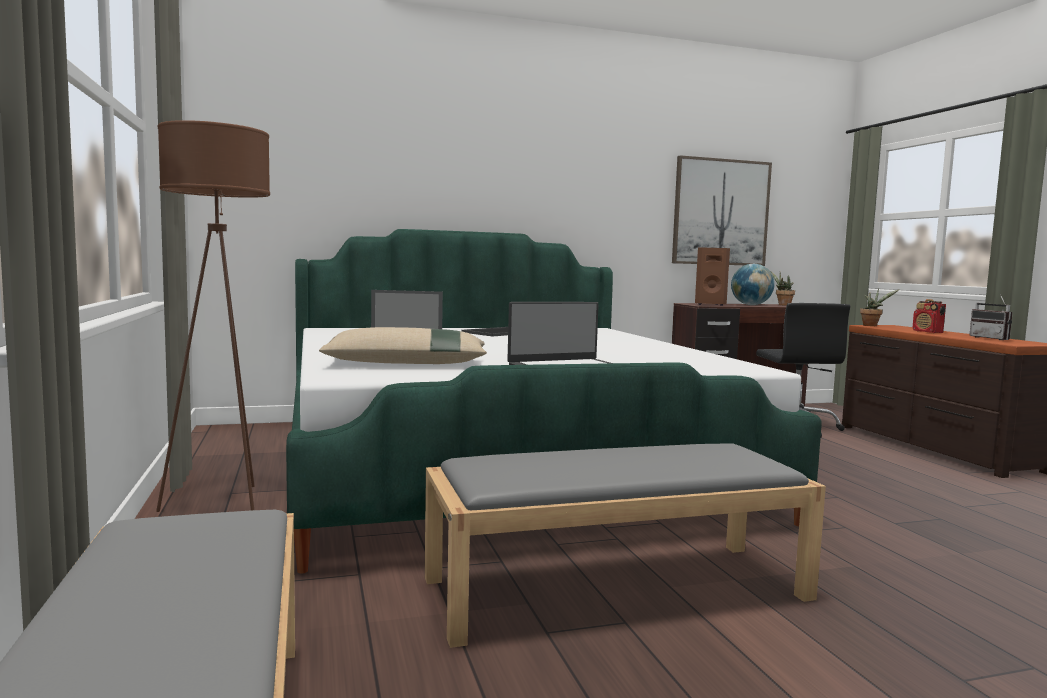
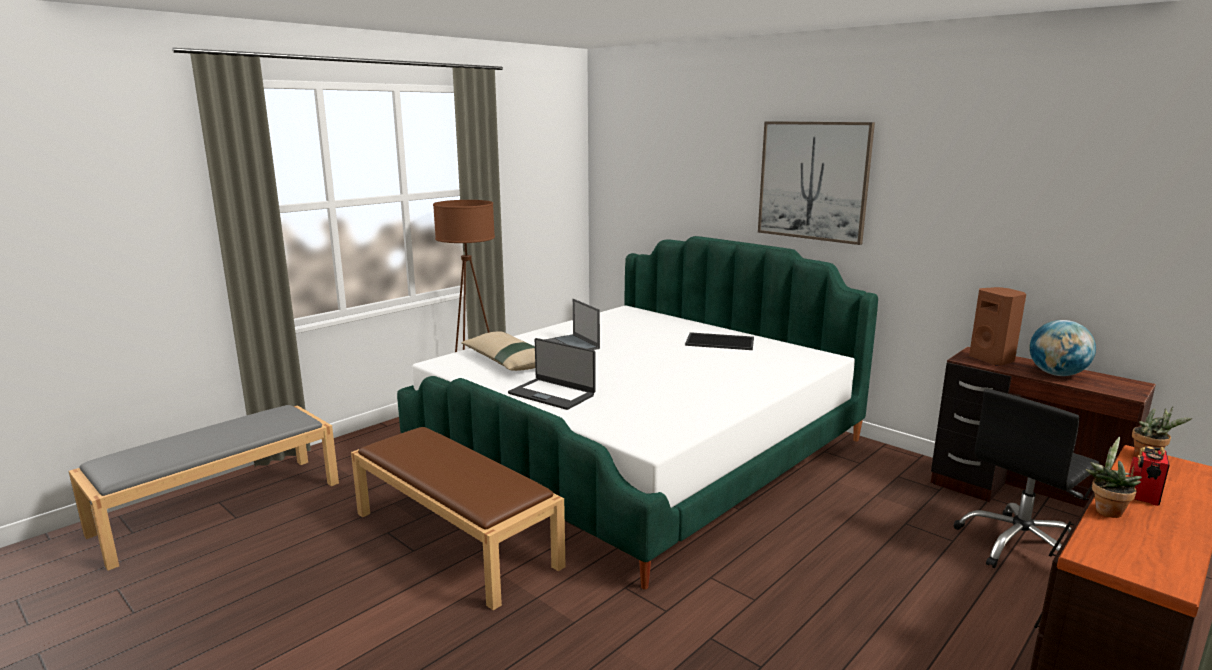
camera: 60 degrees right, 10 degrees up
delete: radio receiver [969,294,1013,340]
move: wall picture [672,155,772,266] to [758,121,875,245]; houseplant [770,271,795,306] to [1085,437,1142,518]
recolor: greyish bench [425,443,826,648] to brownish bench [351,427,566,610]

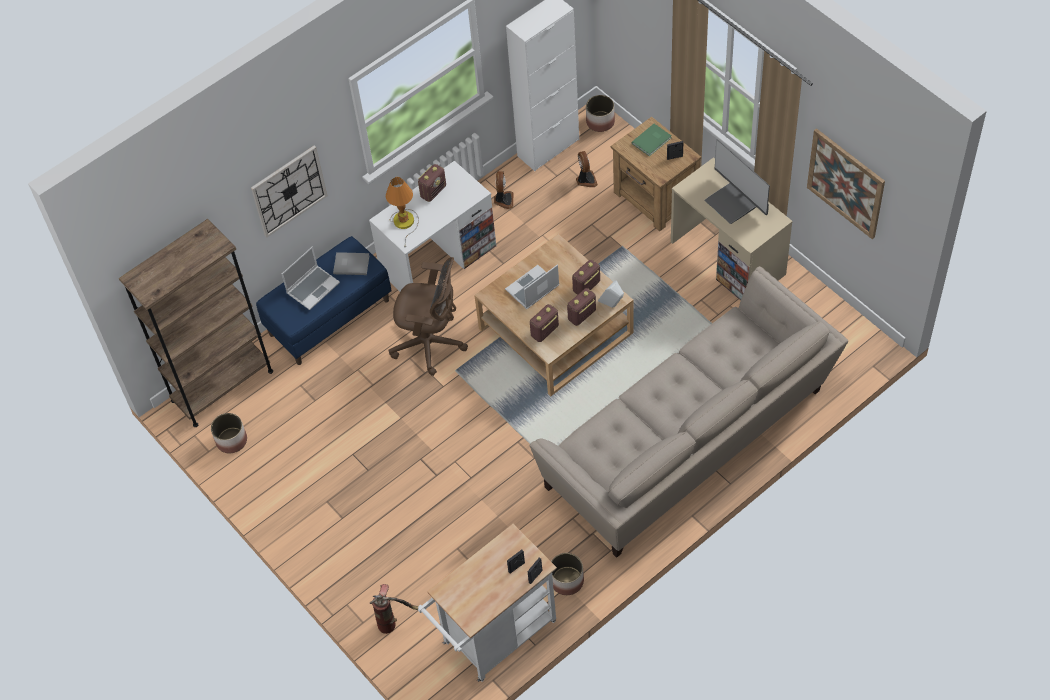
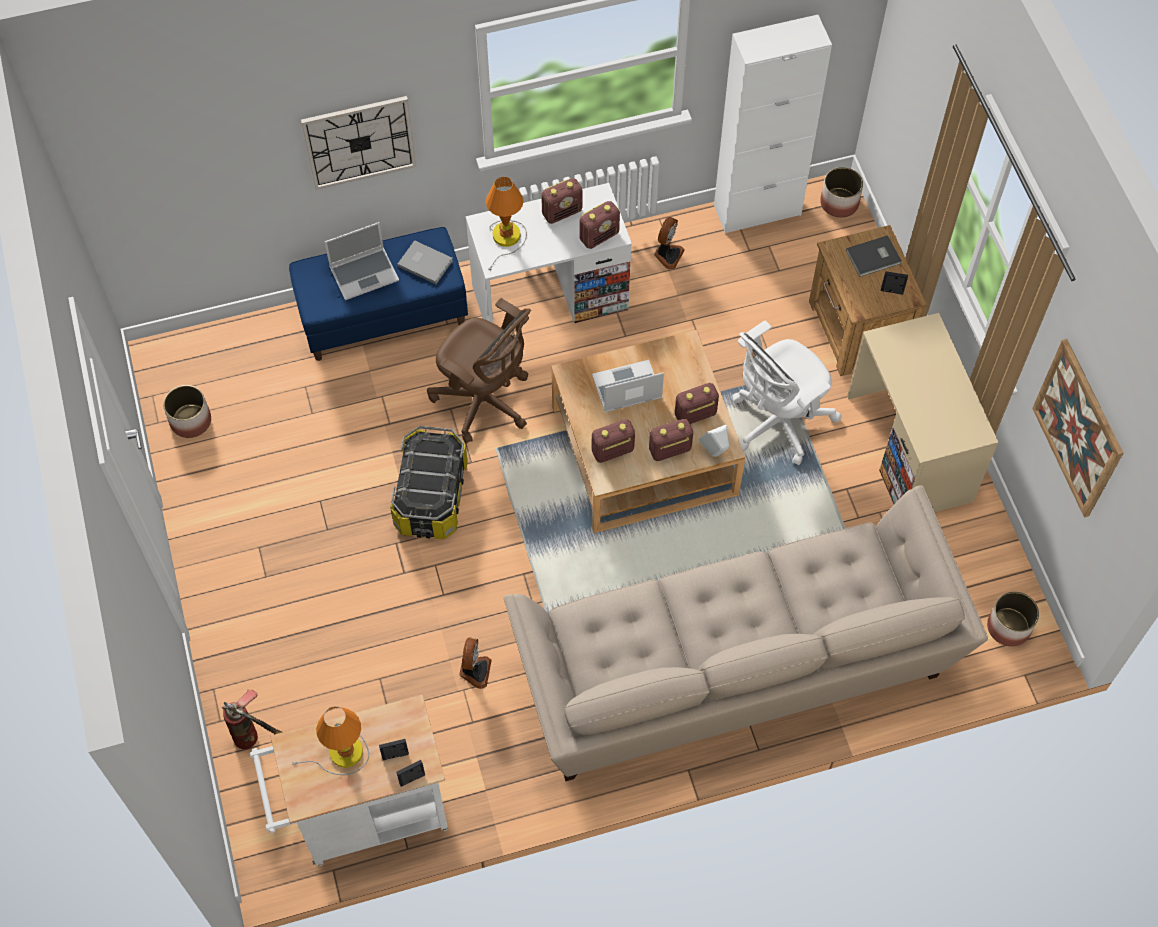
camera: 20 degrees right, 5 degrees up
delete: brownish bookcase [119,219,273,427]; computer screen [705,139,770,224]
insert: lamp for a table [292,706,369,775]; storage box [390,426,468,540]; radio receiver [580,201,620,249]; white-coloured computer chair [732,321,842,466]
move: plant pot [551,553,584,595] to [987,592,1039,646]; electric fan [576,151,598,187] to [459,637,492,689]
recolor: greenish volume [632,124,671,156] to greyish volume [846,235,902,277]

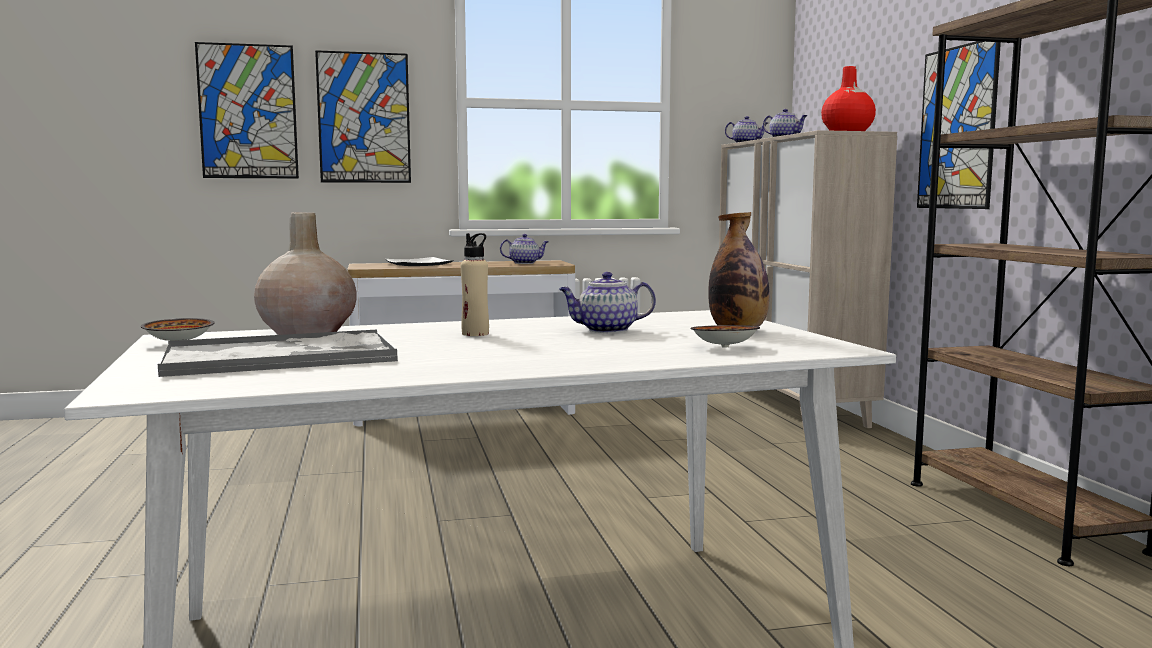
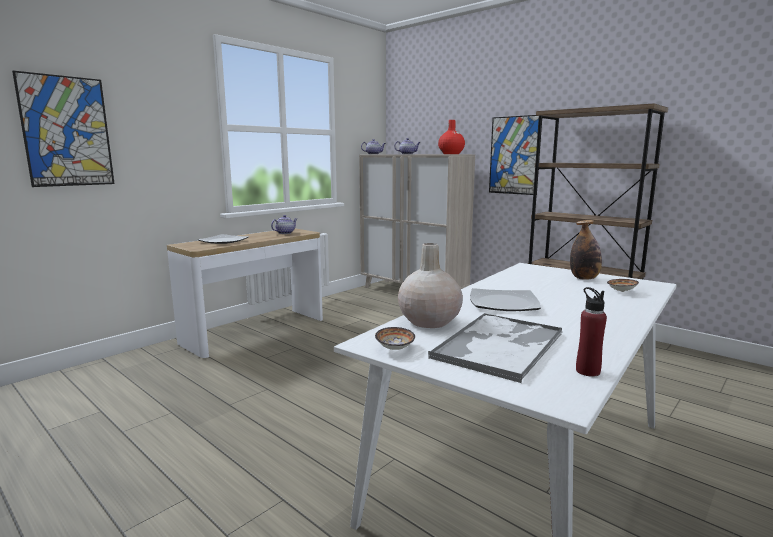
camera: 35 degrees left, 5 degrees up
delete: wall picture [315,50,411,183]; pot for tea [559,272,656,333]
insert: reddish drink bottle [576,287,607,377]
replace: beige drink bottle [461,233,489,336] to dinner plate [470,288,541,311]

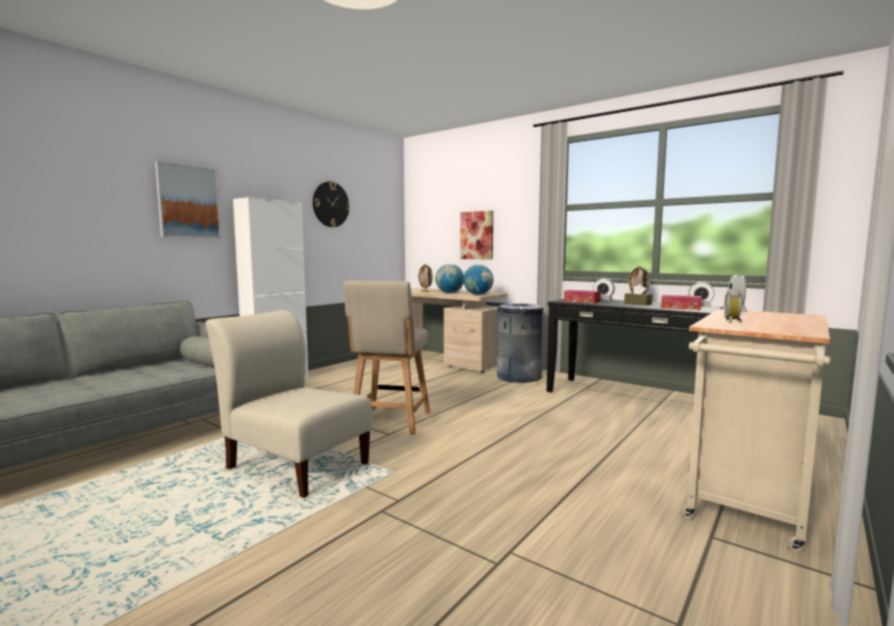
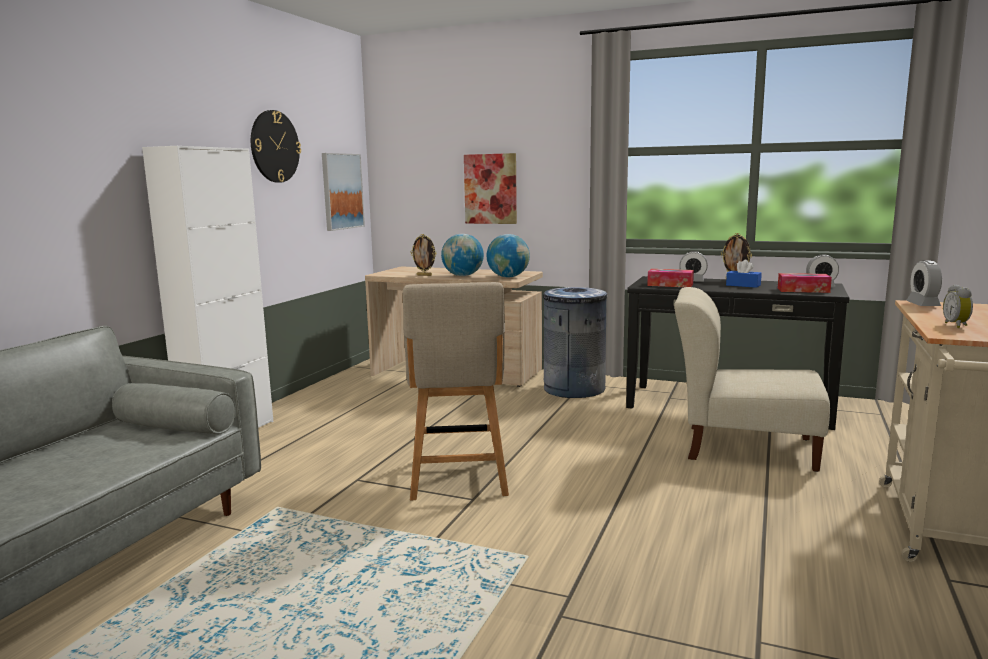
camera: 15 degrees left, 5 degrees up
move: wall picture [155,161,221,238] to [322,153,365,231]; beige upright chair [205,310,372,498] to [674,287,830,472]
recolor: brownish tissue holder [624,284,652,305] to bluish tissue holder [726,260,762,288]

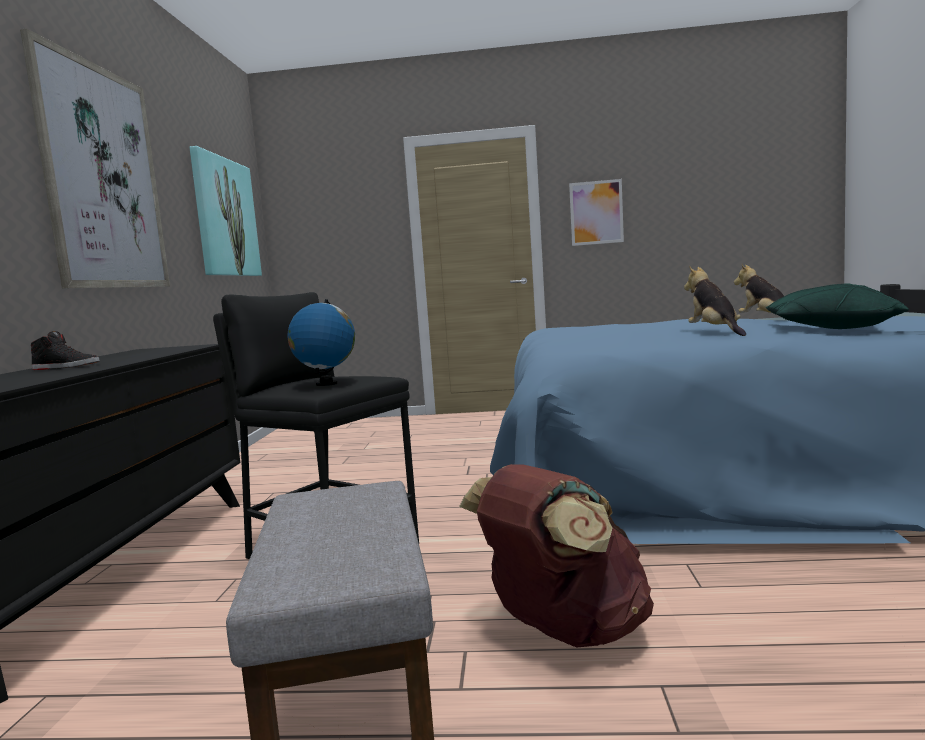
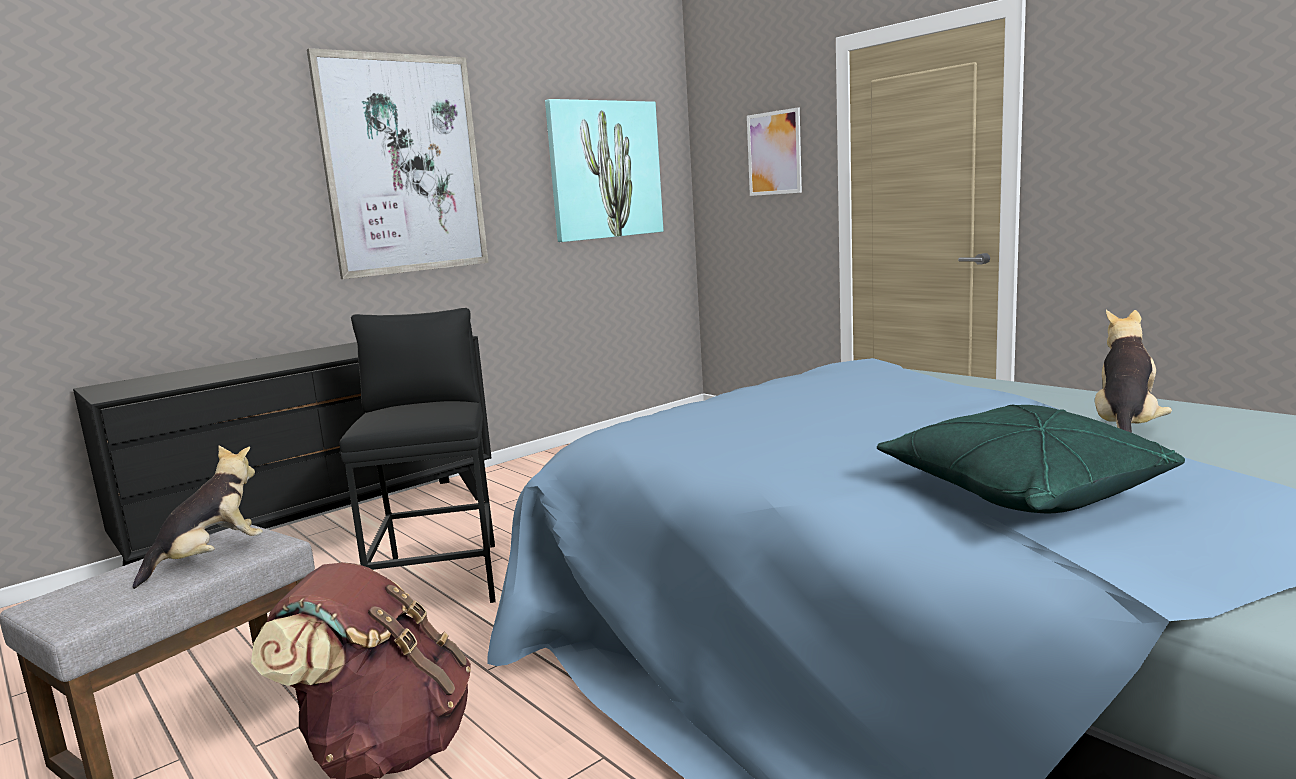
camera: 45 degrees right, 5 degrees up
delete: black-coloured low shoe [31,331,100,370]; world globe [287,299,355,386]
move: wall picture [569,179,624,246] to [747,107,802,196]; cuddly toy [684,265,746,336] to [132,446,263,589]

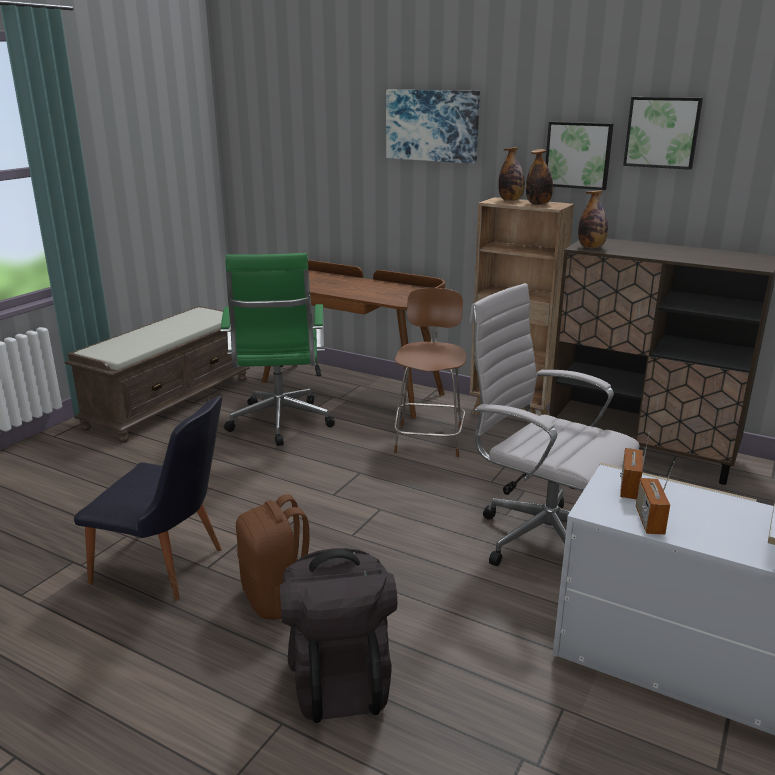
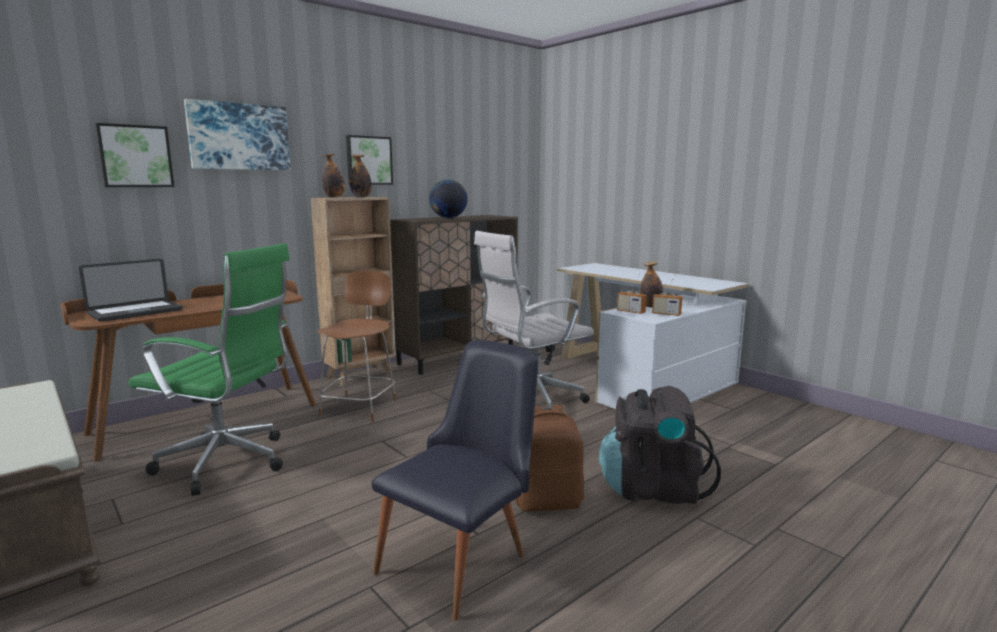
camera: 70 degrees left, 10 degrees down
insert: notebook computer [79,259,183,322]; world globe [429,179,467,218]
move: drink bottle [578,190,608,248] to [640,262,664,308]; wall picture [623,97,703,170] to [95,123,174,187]
rotate: brownish upright chair [394,288,466,457] = [318,271,396,421] 75 degrees clockwise

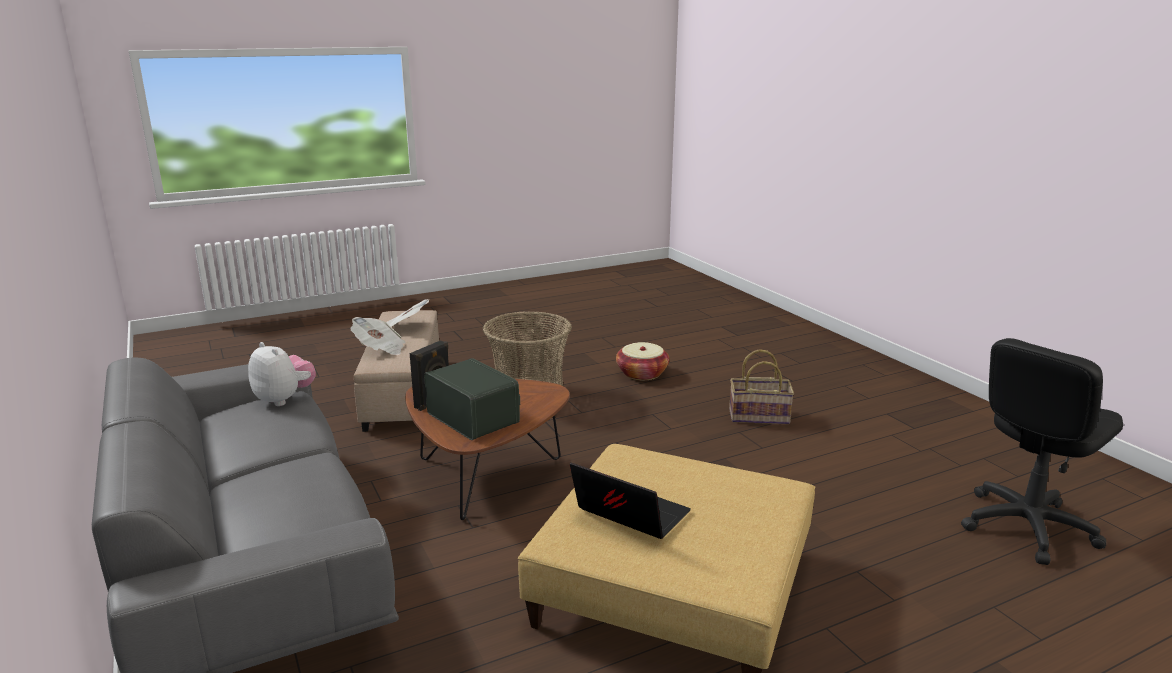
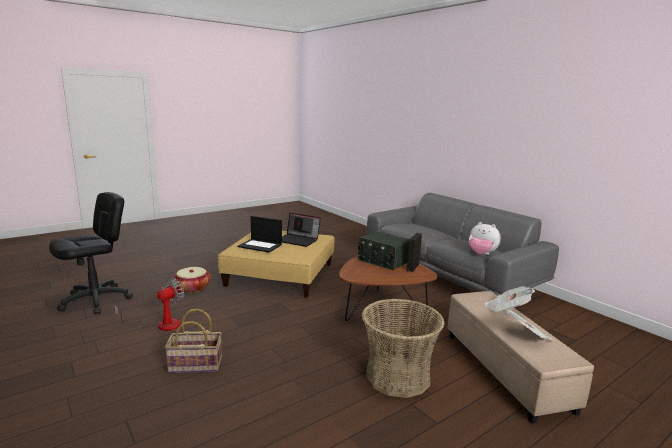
camera: 170 degrees right, 5 degrees down
insert: electric fan [114,278,185,332]; notebook computer [237,216,282,252]
move: household basket [616,342,669,380] to [173,267,211,293]

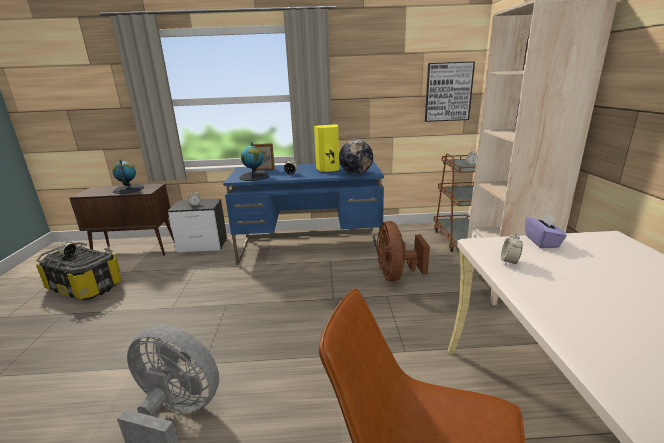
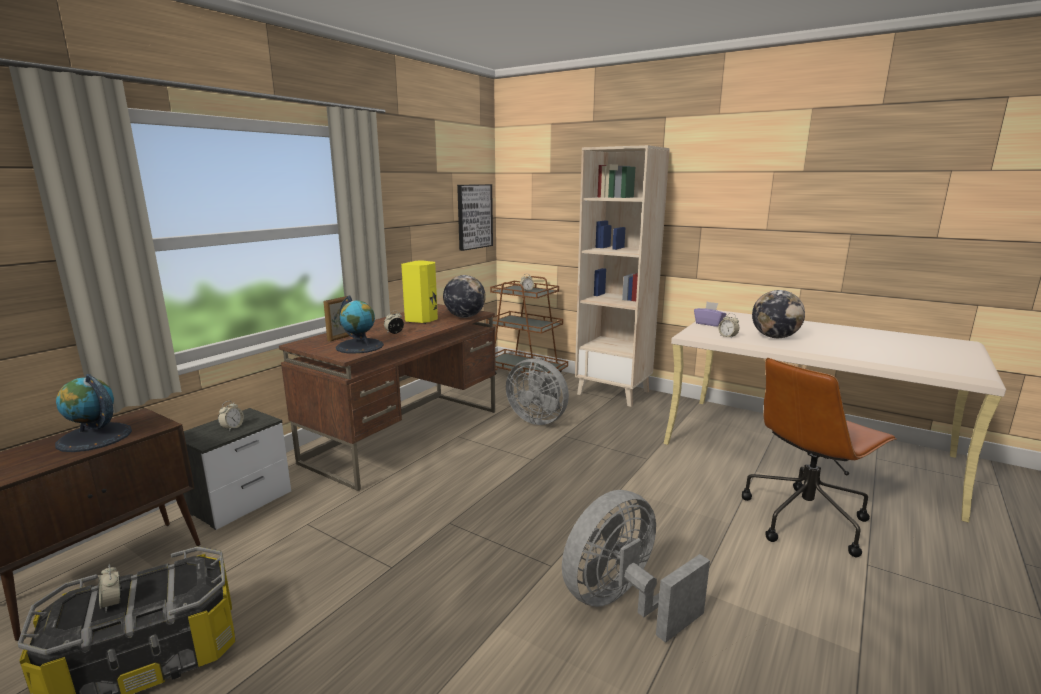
camera: 55 degrees left, 5 degrees down
insert: world globe [752,290,805,338]
recolor: bluish desk [223,161,384,265] to brownish desk [279,304,496,491]; brownish electric fan [377,221,430,282] to greyish electric fan [506,358,569,425]

